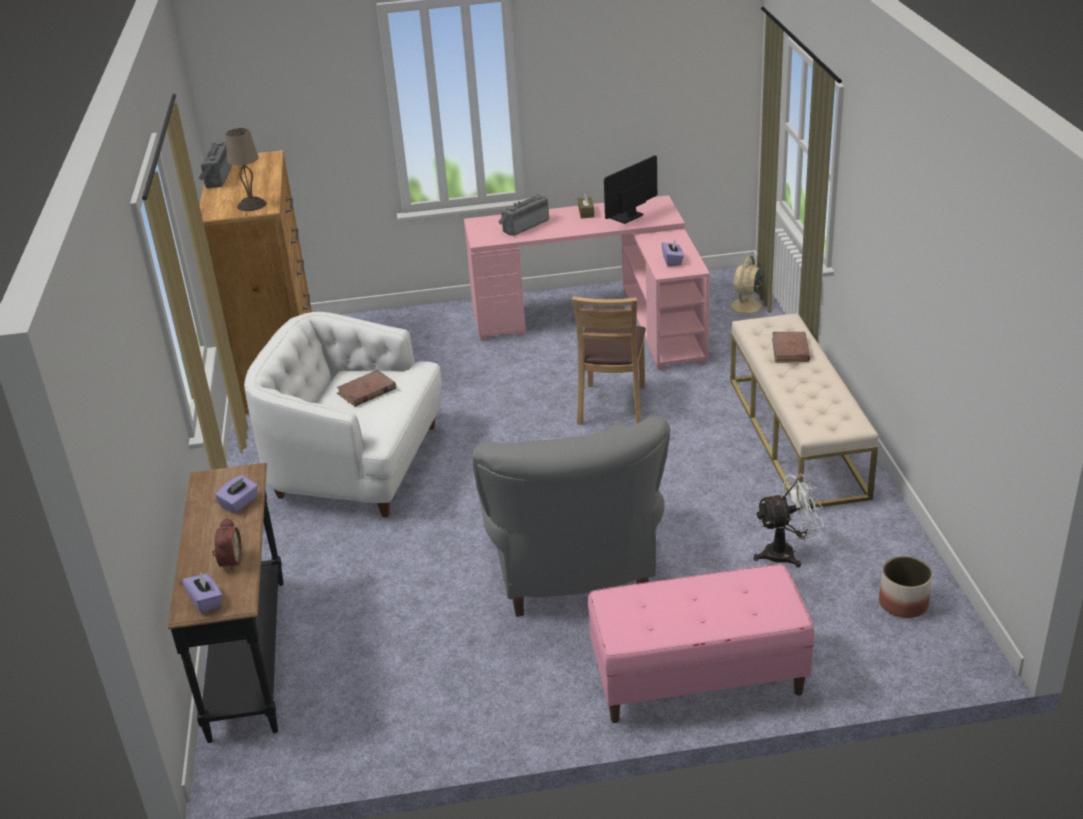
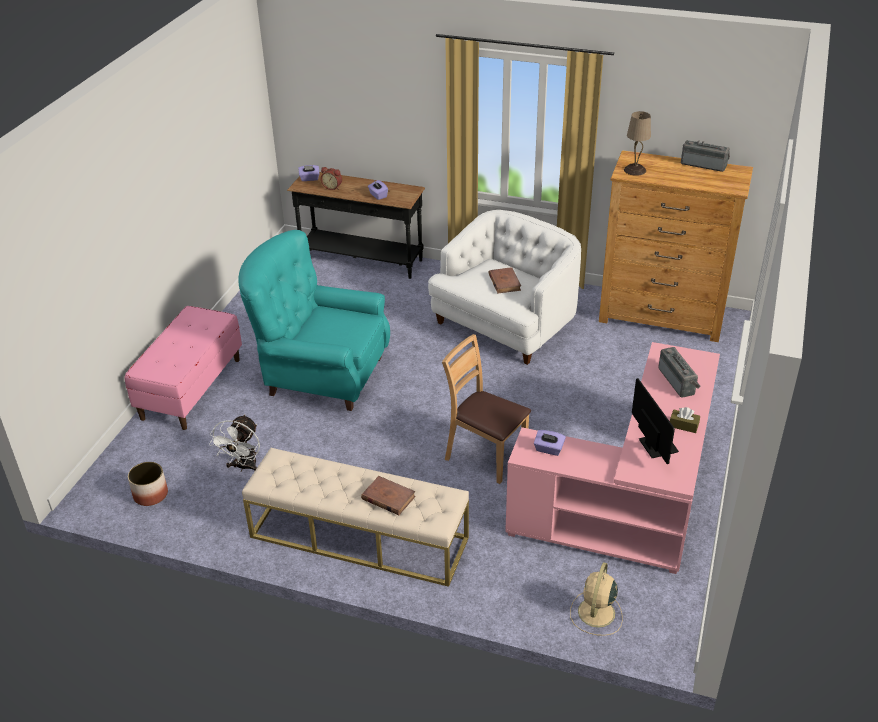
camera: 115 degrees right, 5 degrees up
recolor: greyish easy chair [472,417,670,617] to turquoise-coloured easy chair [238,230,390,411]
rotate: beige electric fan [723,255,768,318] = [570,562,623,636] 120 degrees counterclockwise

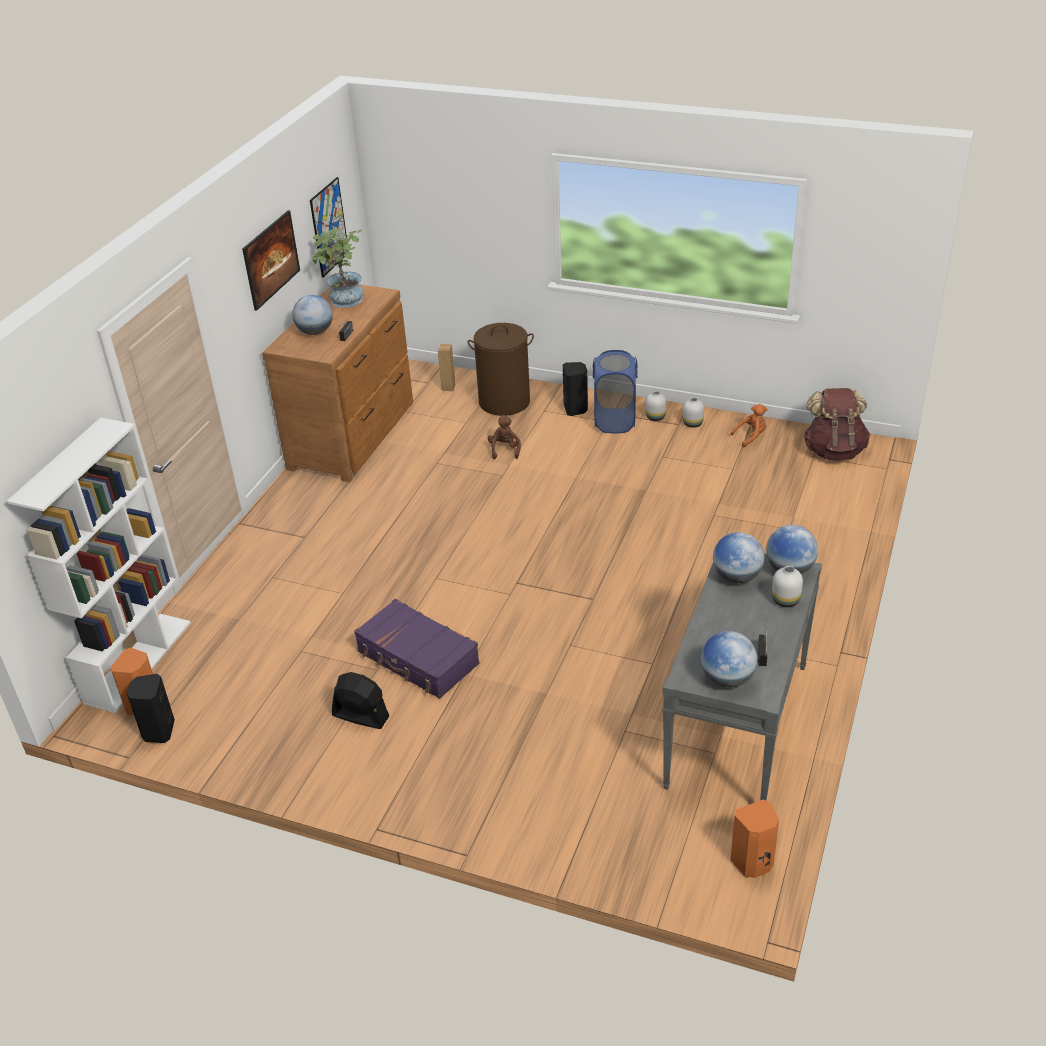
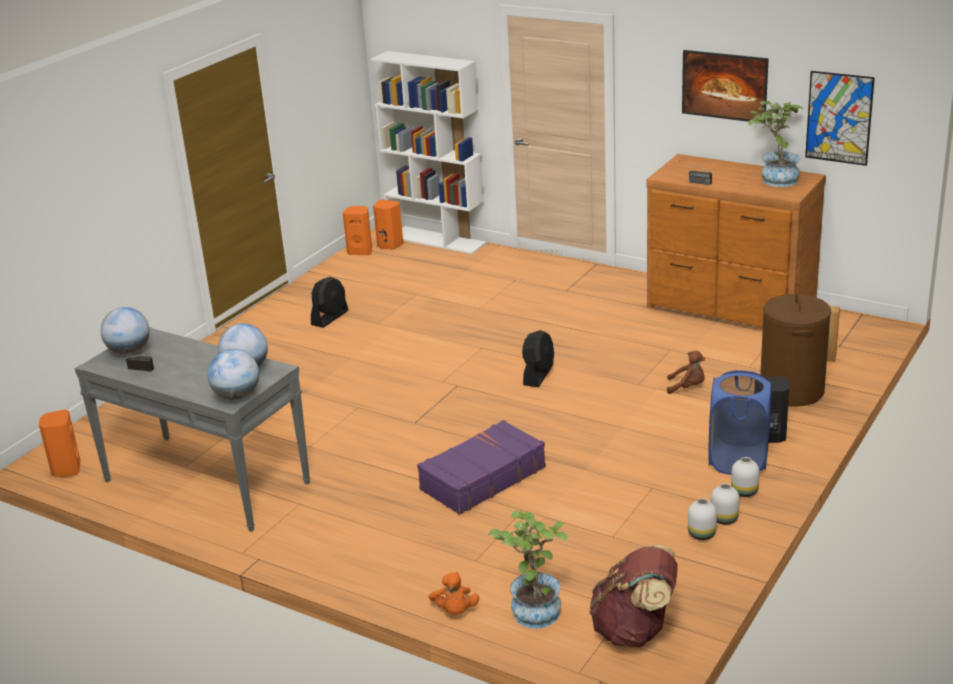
camera: 100 degrees right, 10 degrees down
delete: world globe [292,295,333,335]
insert: houseplant [488,510,568,628]; black-coloured electric fan [522,330,554,387]
move: purplish travel case [354,599,480,699] to [417,420,546,515]; orange cuddly toy [731,404,768,447] to [429,572,479,615]; white-coloured flower vase [772,566,803,607] to [688,498,717,540]
recolor: black-coloured audio speaker [127,674,175,743] to orange audio speaker [343,206,372,255]

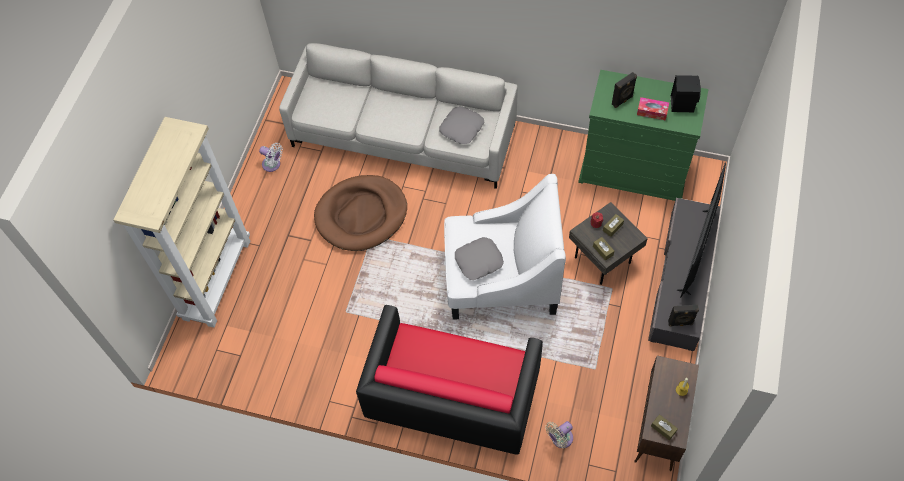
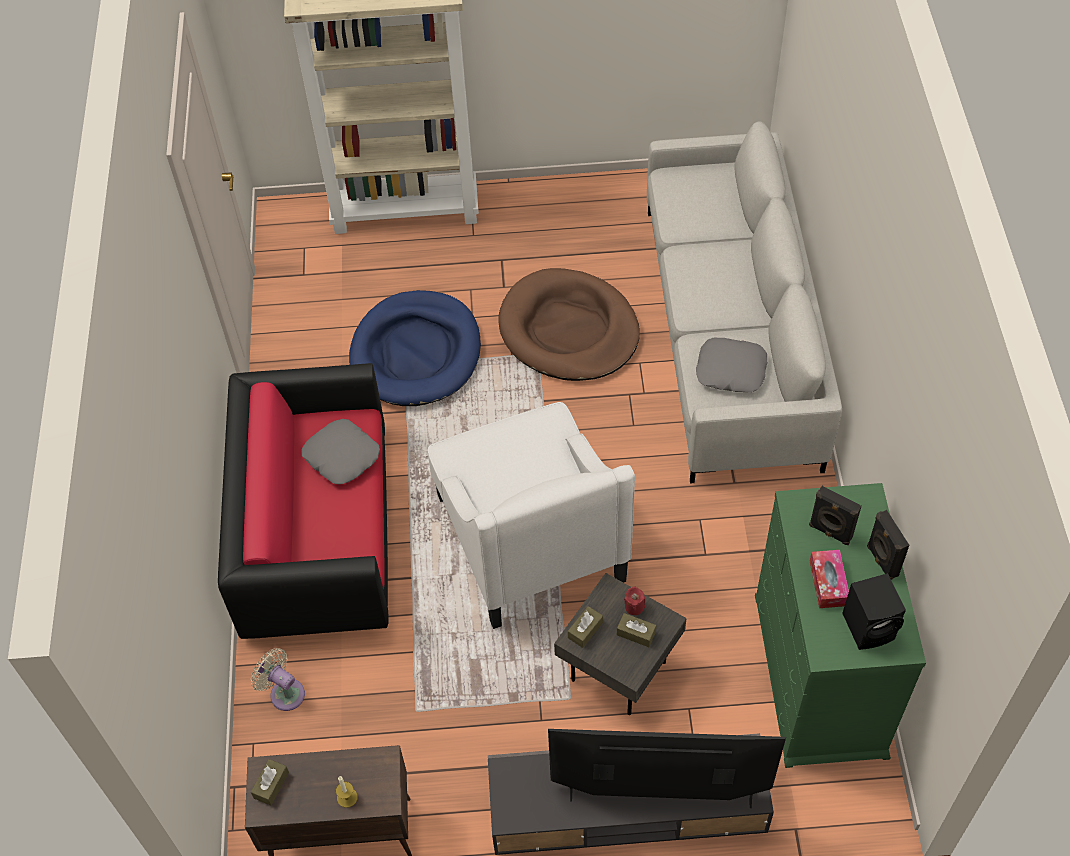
camera: 70 degrees right, 5 degrees down
delete: white-coloured electric fan [259,143,283,172]
insert: bluish dog bed [349,290,481,406]
move: greyish cushion [455,237,504,280] to [301,419,380,485]; black-coloured audio speaker [668,305,699,326] to [867,510,909,580]

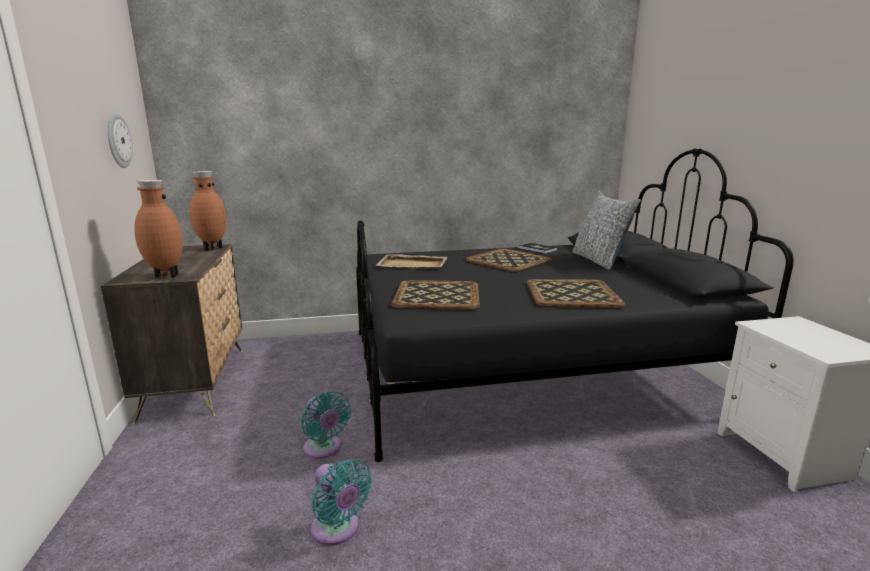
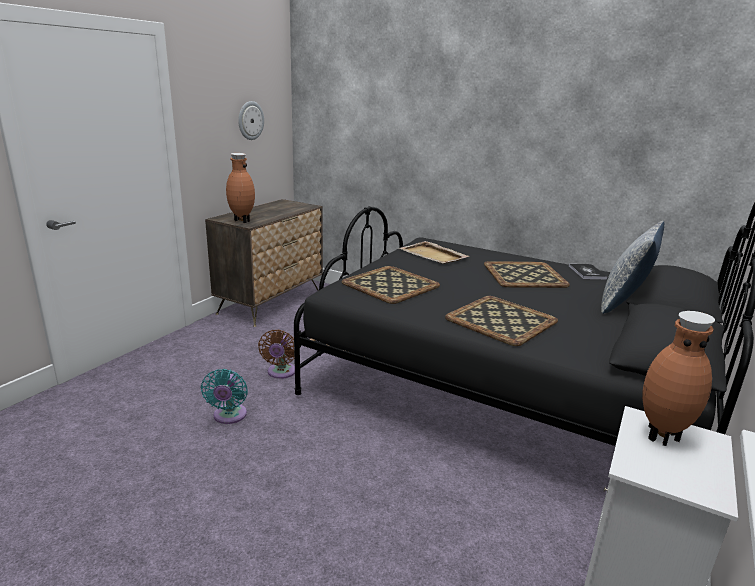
camera: 40 degrees right, 5 degrees up
move: brownish flower vase [190,171,227,250] to [642,311,715,446]
recolor: turquoise-coloured electric fan [301,391,351,459] to brownish electric fan [258,329,295,379]

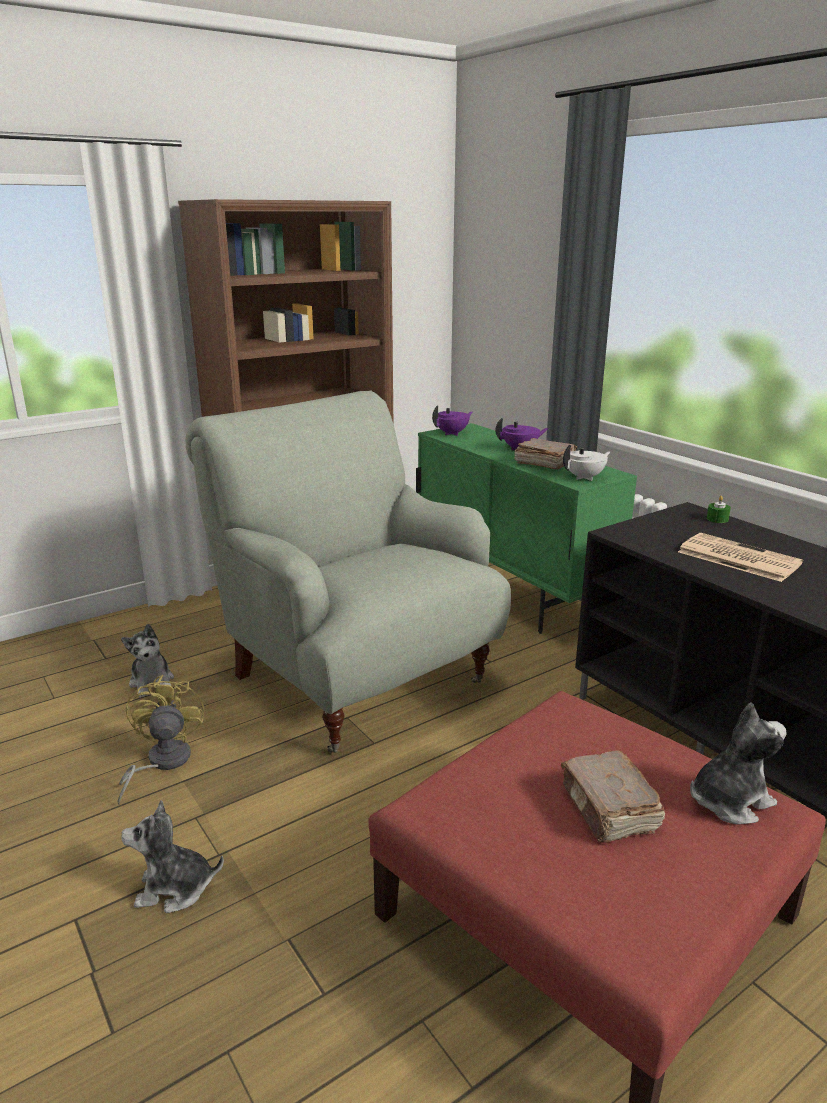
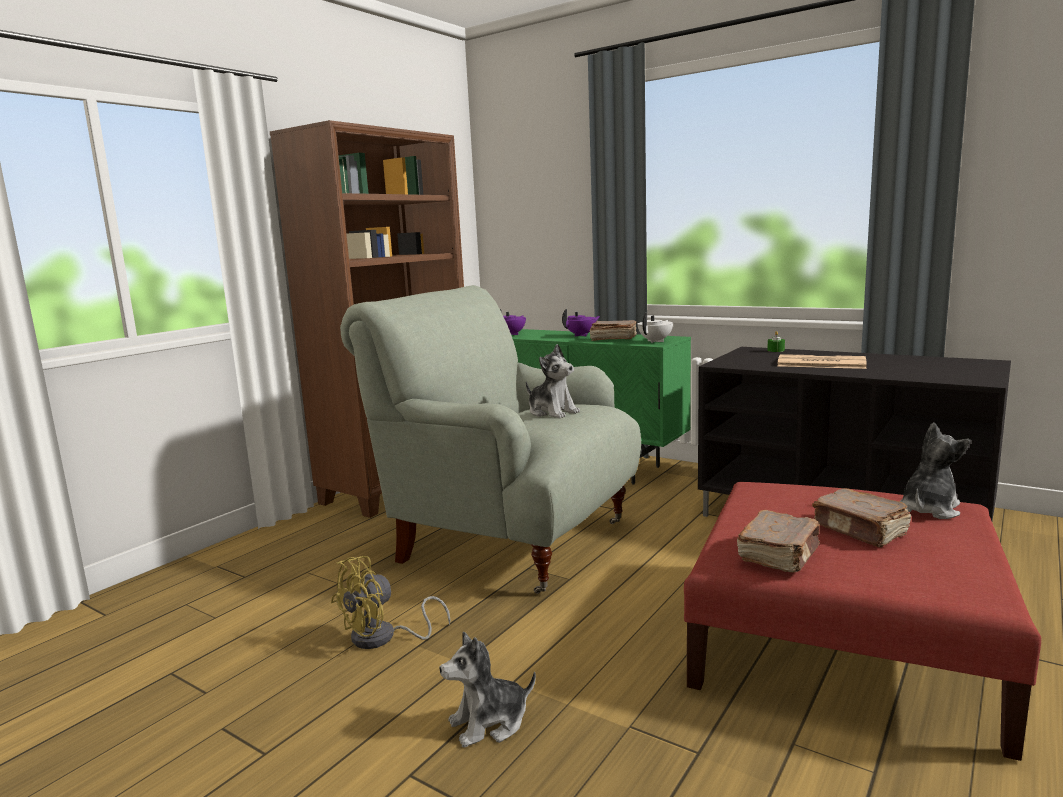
camera: 20 degrees left, 10 degrees down
insert: brownish volume [737,510,820,572]
move: cuddly toy [121,624,174,698] to [526,344,580,418]
rotate: yellow electric fan [117,675,204,804] = [331,556,451,649] 105 degrees counterclockwise

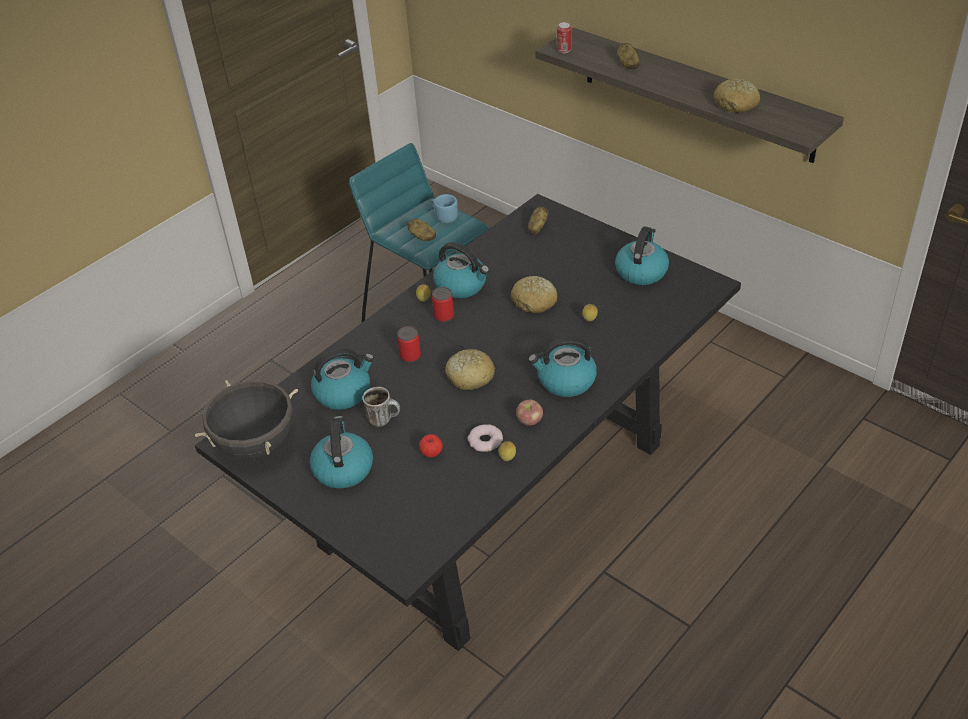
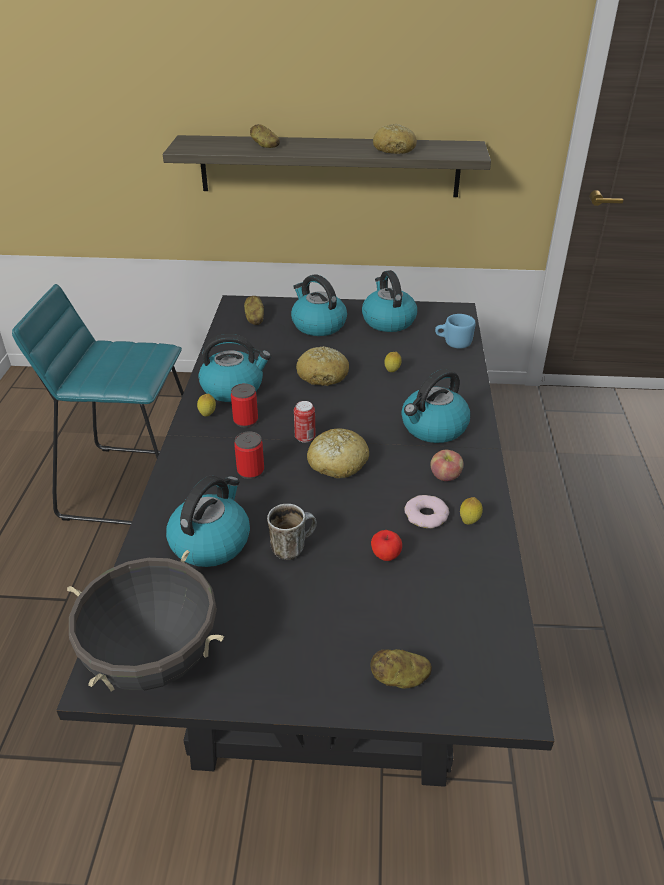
camera: 40 degrees left, 5 degrees down
move: tea kettle [310,416,373,489] to [291,274,347,336]; potato [407,218,436,241] to [370,649,432,688]; bluish coffee mug [431,194,458,223] to [435,314,476,349]; metal can [557,22,572,53] to [294,401,315,443]

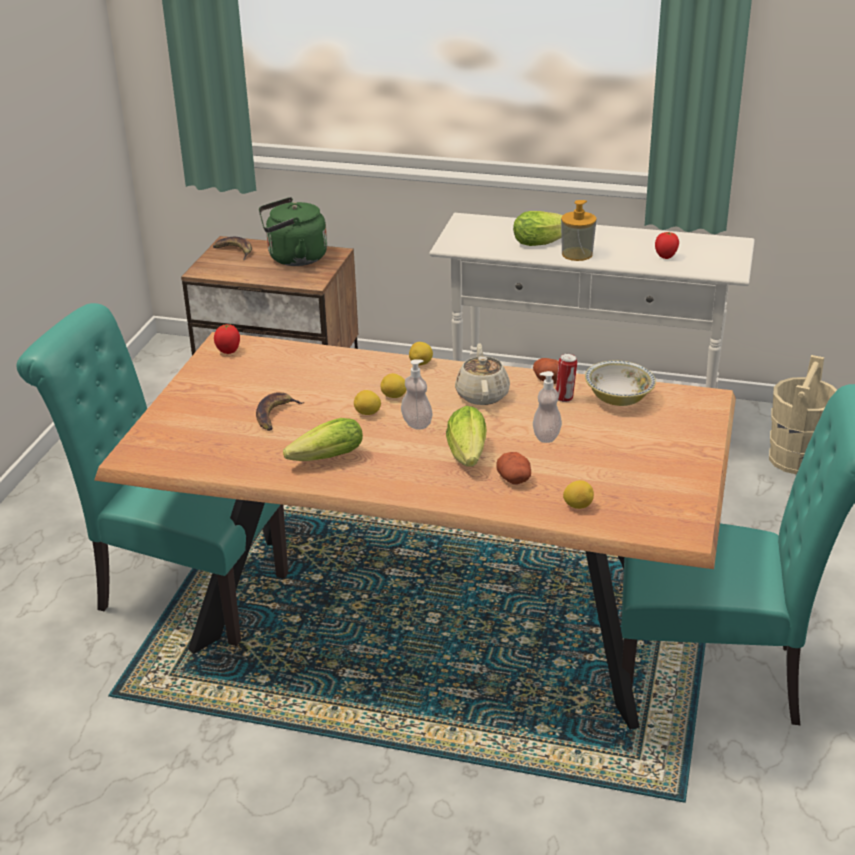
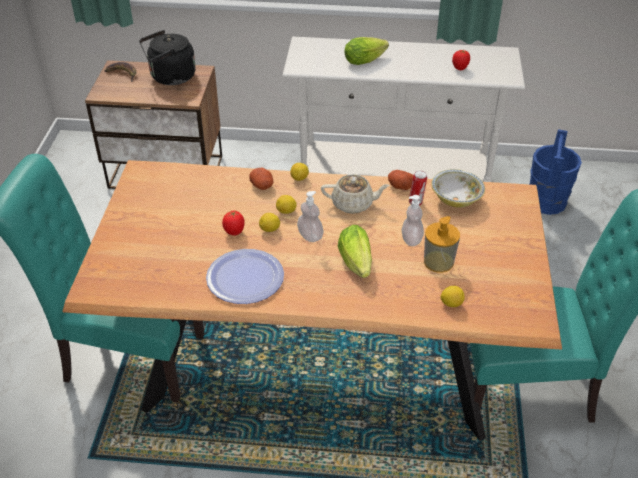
camera: 10 degrees left, 10 degrees up
delete: banana [256,392,304,431]
move: whole tomato [214,324,240,354] to [222,211,244,236]; potato [496,452,531,484] to [249,168,273,190]; soap dispenser [561,200,597,261] to [424,216,460,273]
replace: head of lettuce [283,418,363,461] to dinner plate [206,249,284,304]
recolor: greenish tea kettle [259,197,327,266] to black-coloured tea kettle [140,30,196,85]; beige pail [769,355,837,475] to bluish pail [529,129,582,215]
rotate: beige pot for tea [455,343,510,405] = [321,174,390,214] 105 degrees clockwise

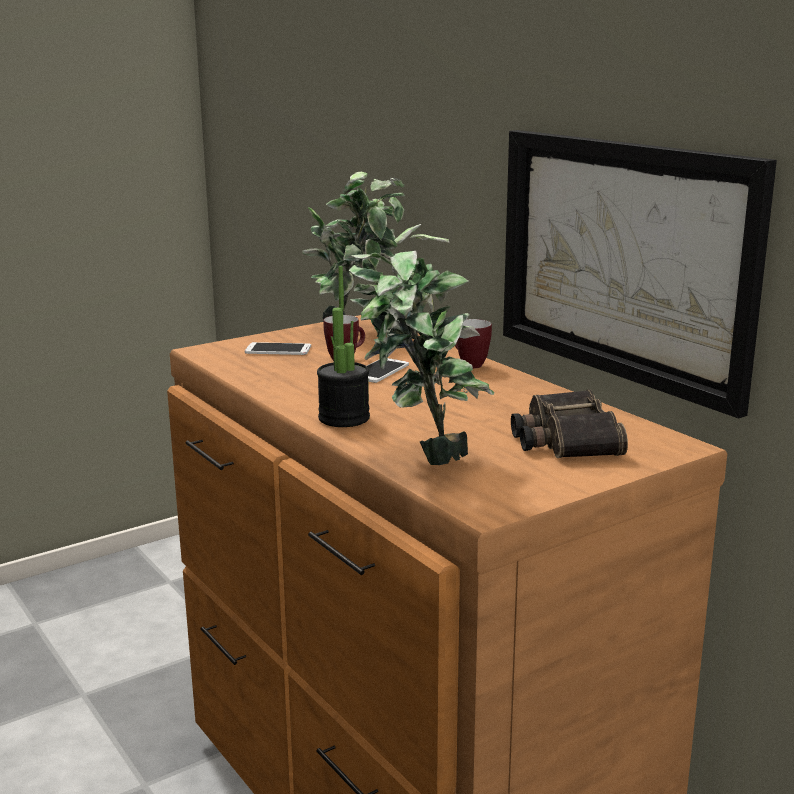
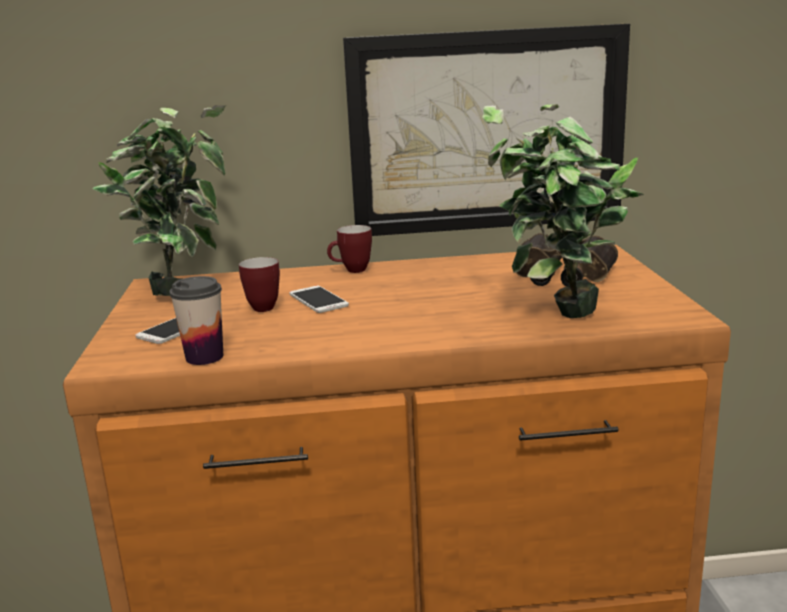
camera: 60 degrees left, 0 degrees up
delete: houseplant [317,266,370,427]
insert: cup [169,276,223,365]

